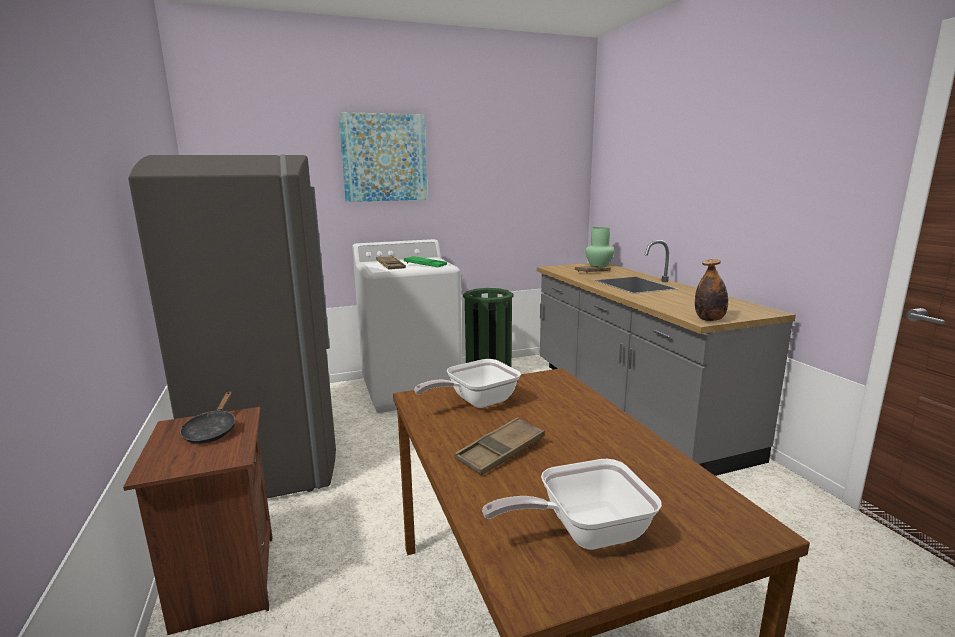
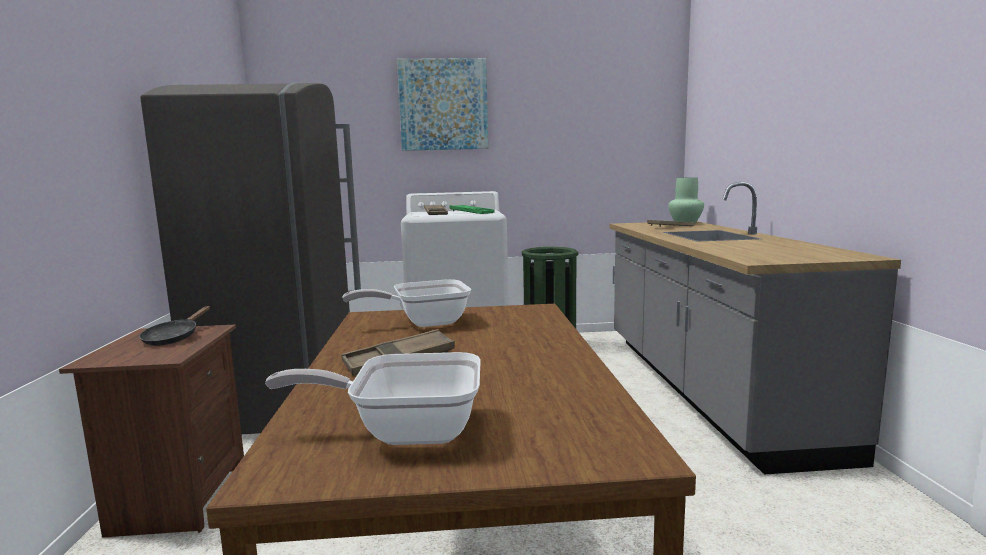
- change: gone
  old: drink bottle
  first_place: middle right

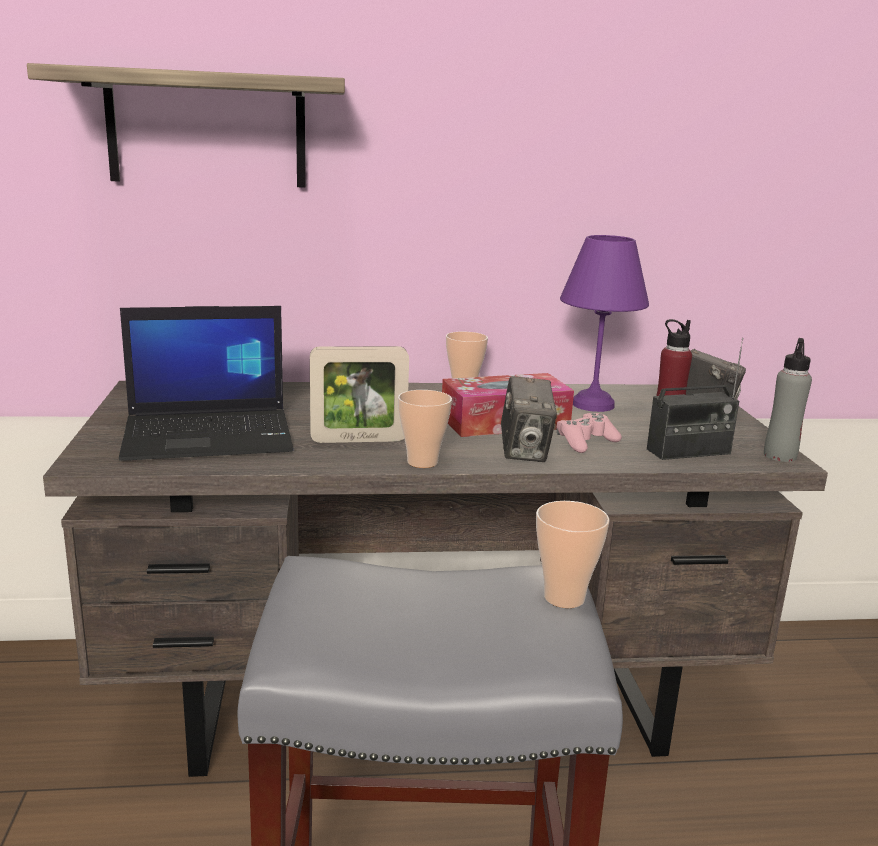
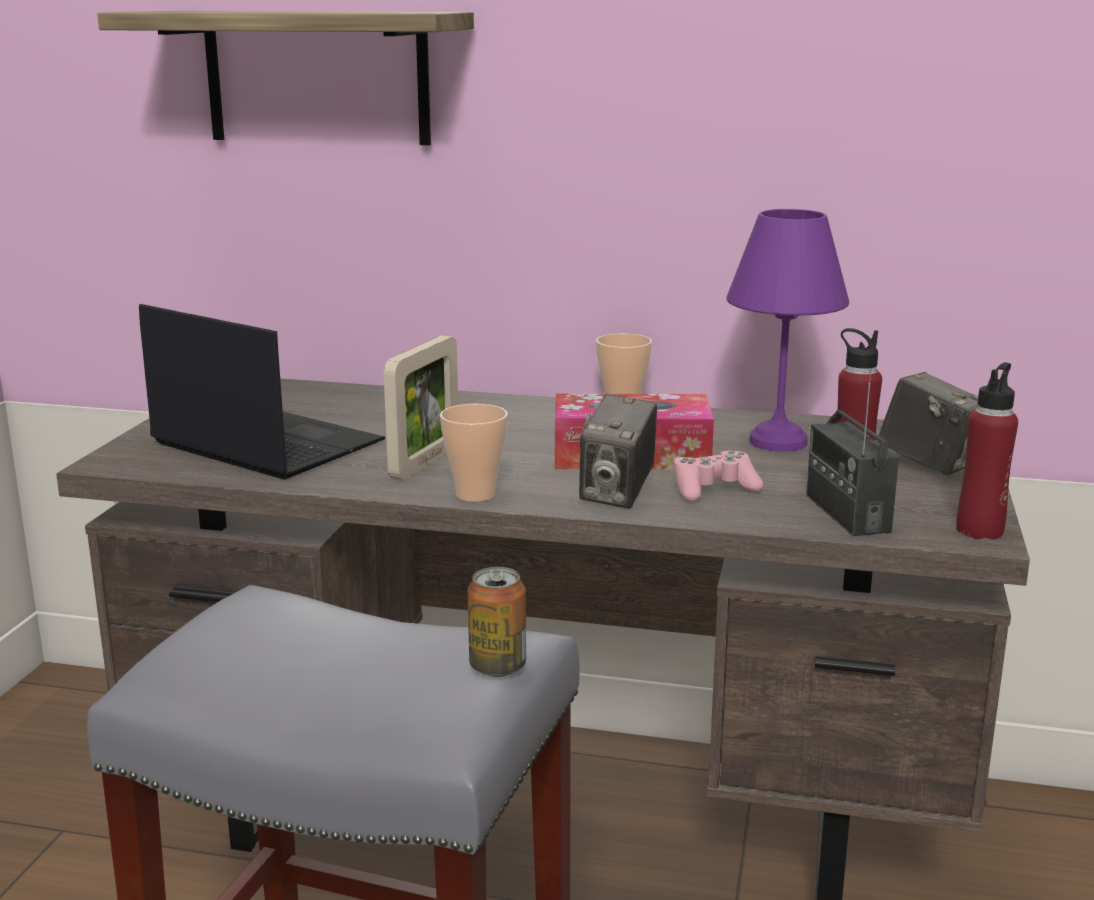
- change: rotated
  old: laptop
  first_place: middle left
  second_place: middle left
  degrees: -150
- change: rotated
  old: photo frame
  first_place: centre
  second_place: centre
  degrees: -75
- change: swapped
  old: drinking cup (no. 3 from left)
  new: sealed can
  first_place: centre
  second_place: bottom centre
- change: rotated
  old: radio set
  first_place: middle right
  second_place: middle right
  degrees: 75
- change: repainted
  old: gray drink bottle
  new: red-coloured drink bottle (no. 2 from left)
  first_place: middle right
  second_place: middle right

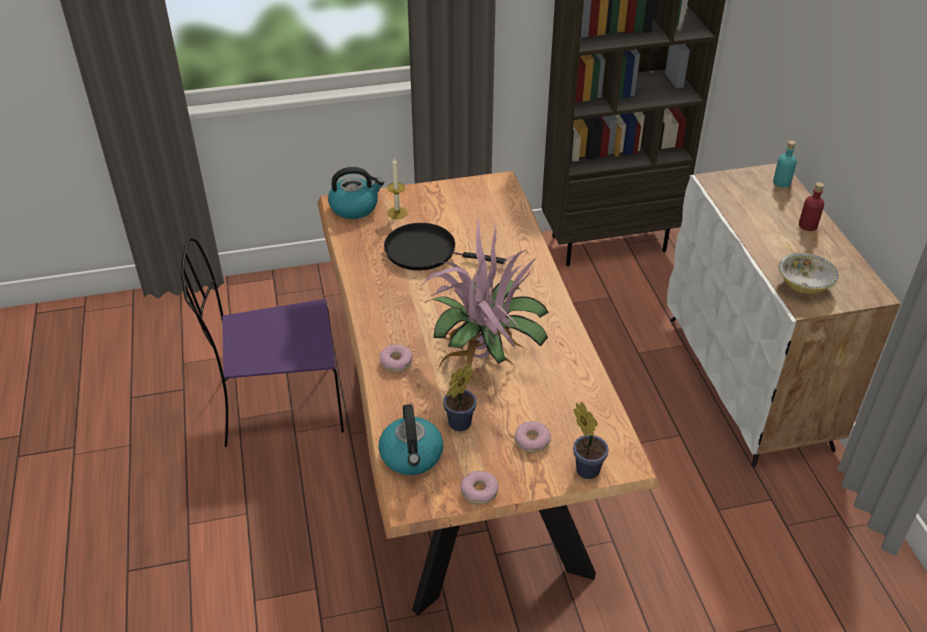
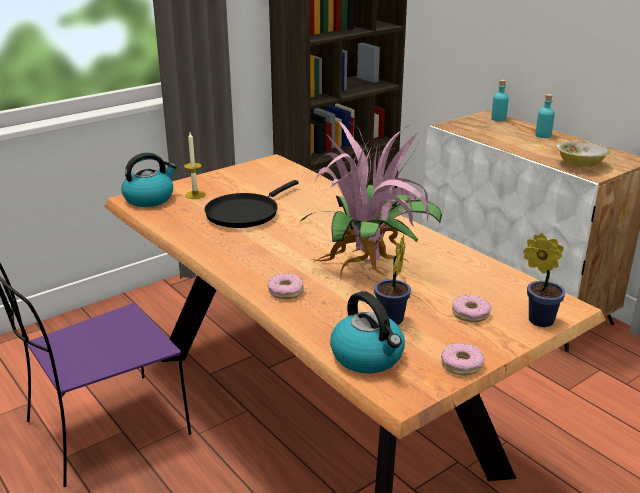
- change: rotated
  old: blackish skillet
  first_place: centre
  second_place: centre
  degrees: -45
- change: repainted
  old: red-coloured drink bottle
  new: turquoise-coloured drink bottle (no. 2 from left)
  first_place: top right
  second_place: top right

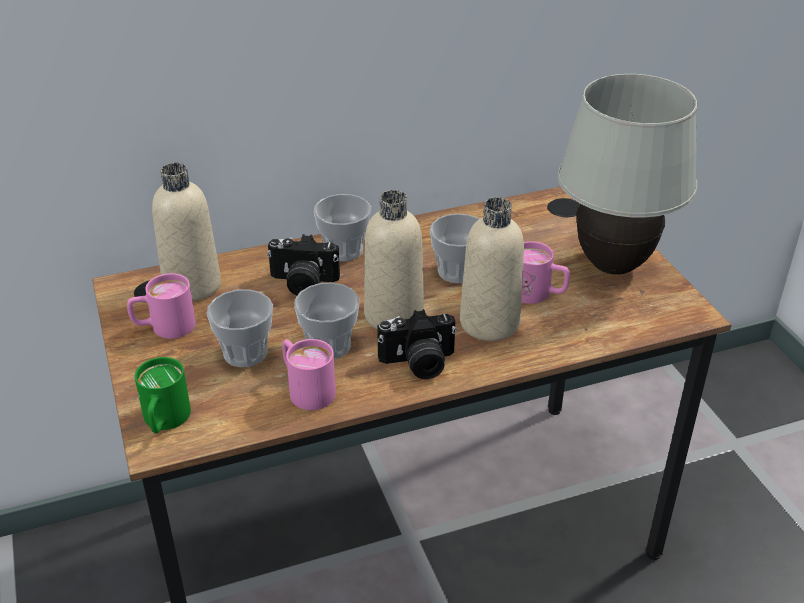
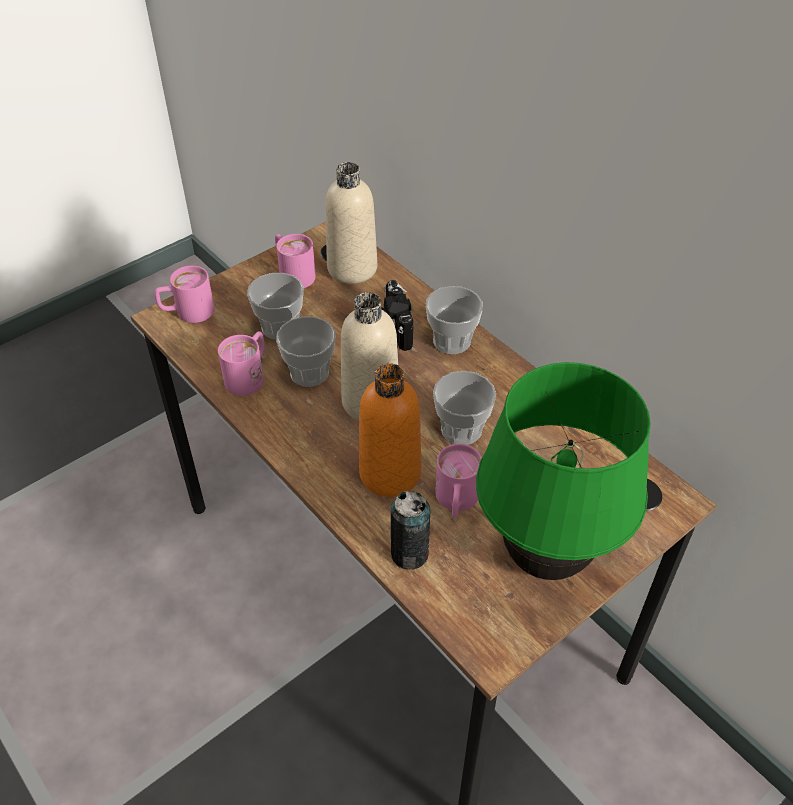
- change: repainted
  old: greenish coffee mug
  new: pink-coloured coffee mug (no. 1 from left)
  first_place: middle left
  second_place: middle left
- change: repainted
  old: sand-coloured drink bottle (no. 3 from left)
  new: orange-coloured drink bottle
  first_place: centre
  second_place: centre
- change: new
  new: sealed can
  second_place: centre
- change: repainted
  old: white-coloured tabletop lamp
  new: greenish tabletop lamp
  first_place: top right
  second_place: middle right
- change: gone
  old: photo camera (no. 2 from left)
  first_place: centre

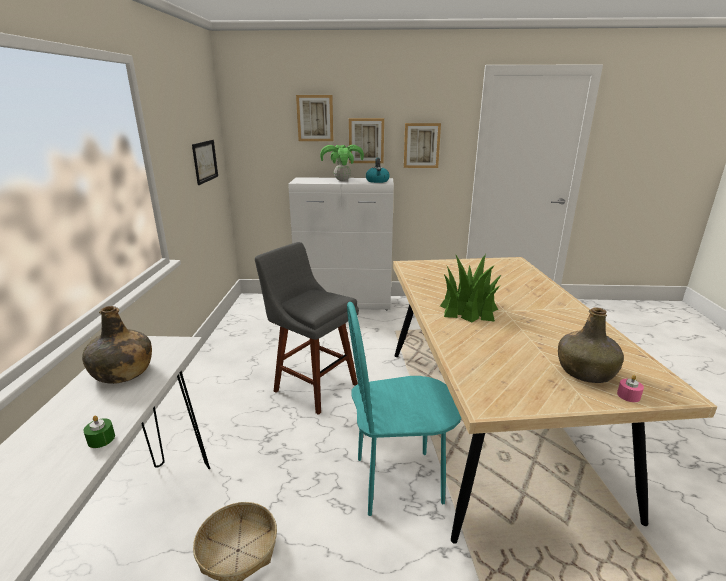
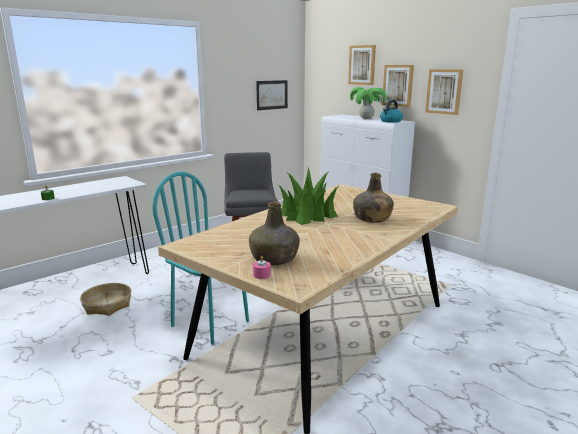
- change: shifted
  old: greenish drink bottle (no. 1 from left in the first image)
  new: greenish drink bottle (no. 2 from left)
  first_place: middle left
  second_place: centre

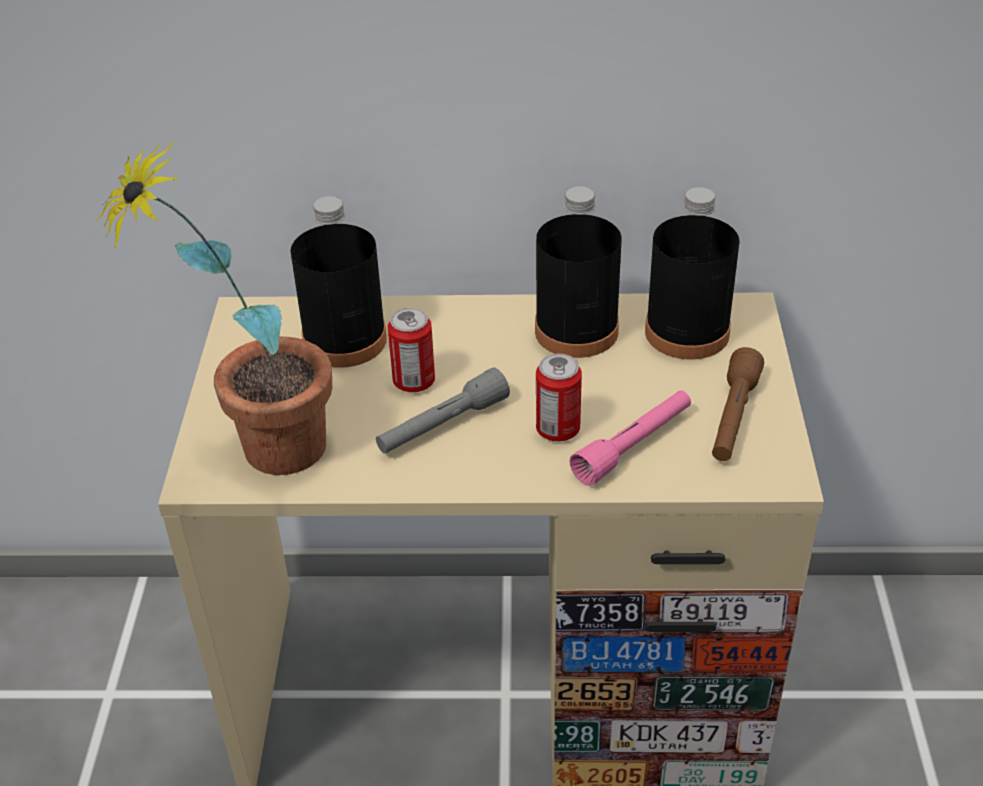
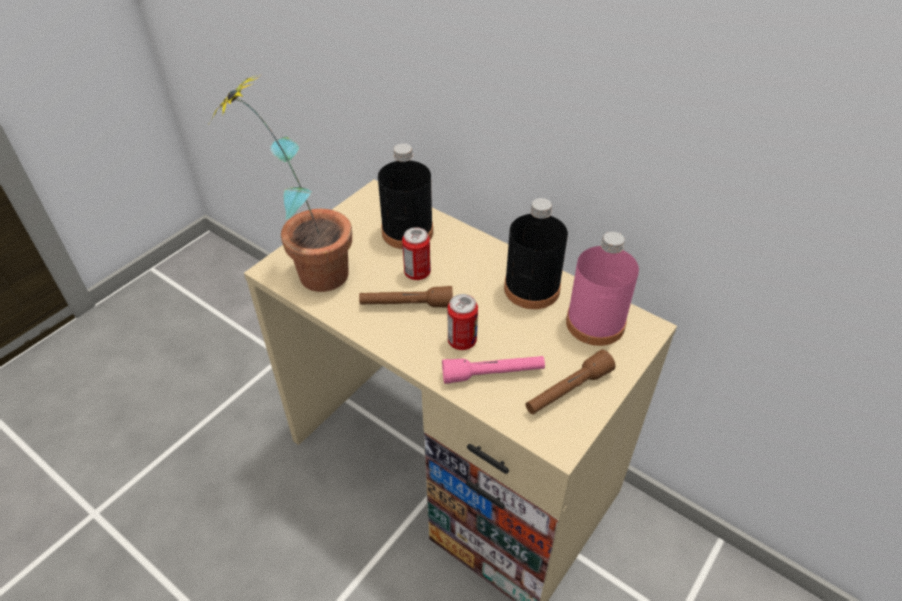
- change: repainted
  old: gray flashlight
  new: brown-coloured flashlight (no. 1 from left)
  first_place: centre
  second_place: centre
- change: repainted
  old: blackish drink bottle (no. 3 from left)
  new: pink-coloured drink bottle
  first_place: middle right
  second_place: middle right

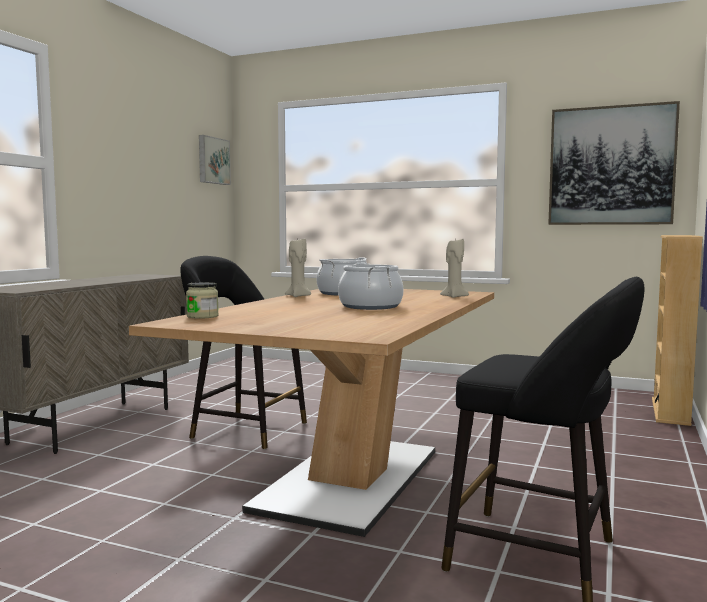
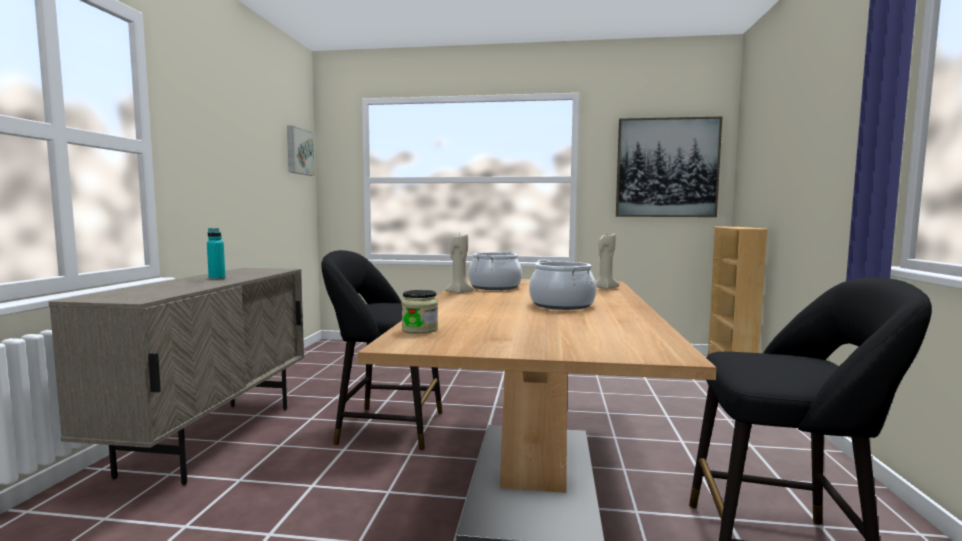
- change: new
  new: turquoise-coloured drink bottle
  second_place: middle left

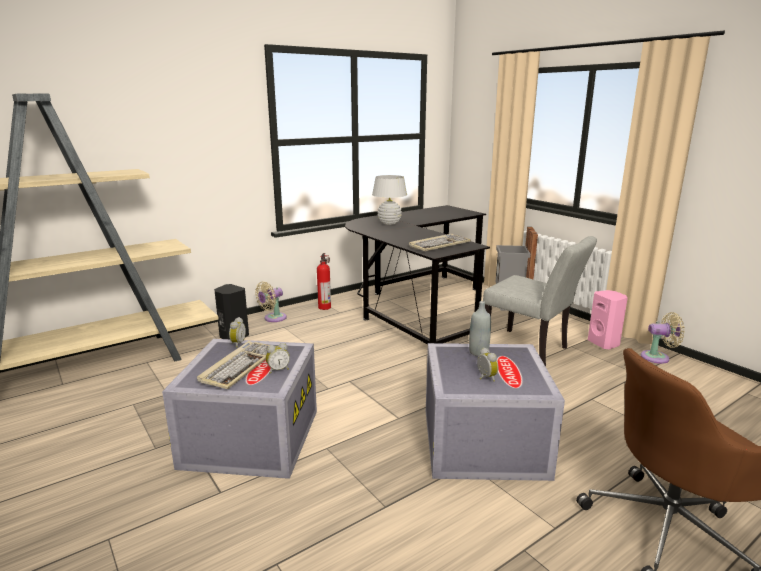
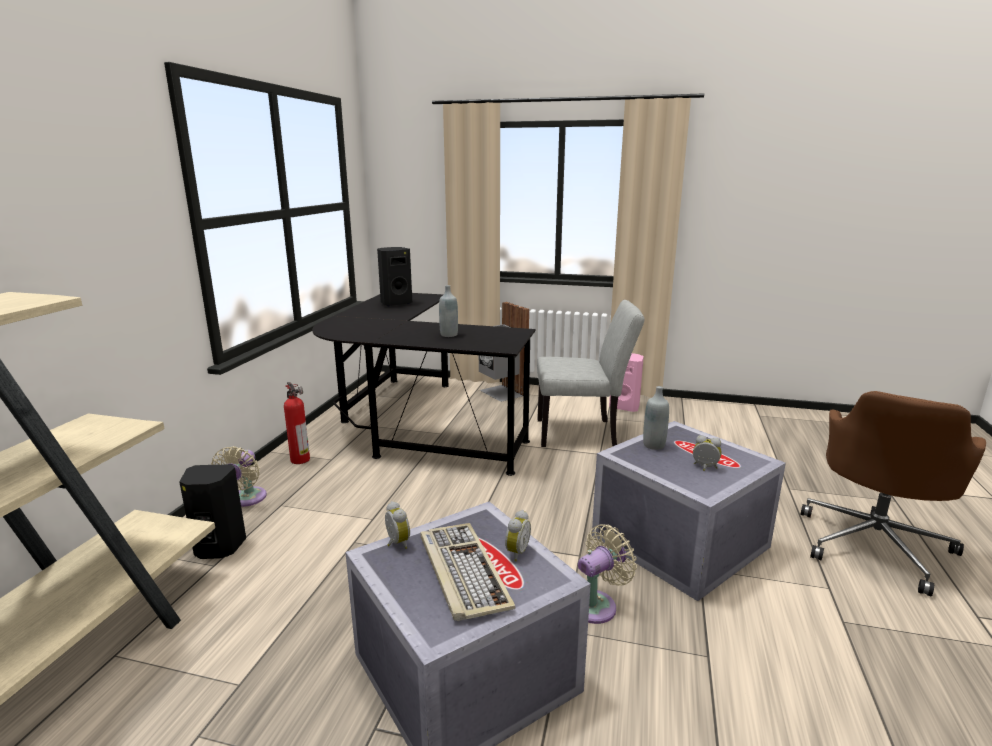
- change: new
  new: blackish speaker (no. 2 from left)
  second_place: centre
- change: new
  new: gray drink bottle (no. 1 from left)
  second_place: centre
- change: shifted
  old: sand-coloured fan (no. 2 from left)
  first_place: middle right
  second_place: bottom centre
- change: gone
  old: white-coloured tabletop lamp
  first_place: centre
- change: gone
  old: PC keyboard (no. 2 from left)
  first_place: centre

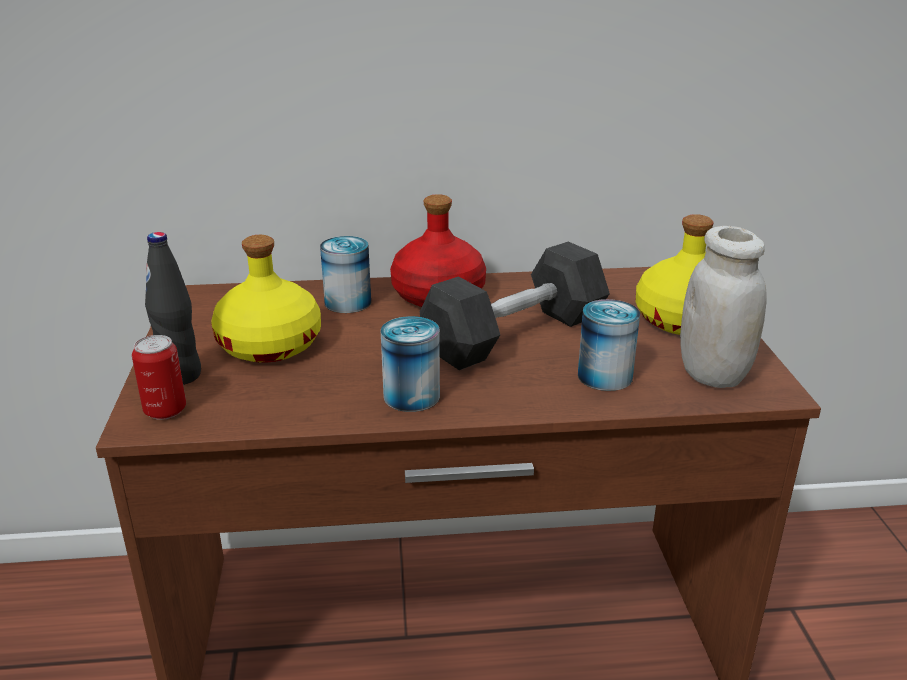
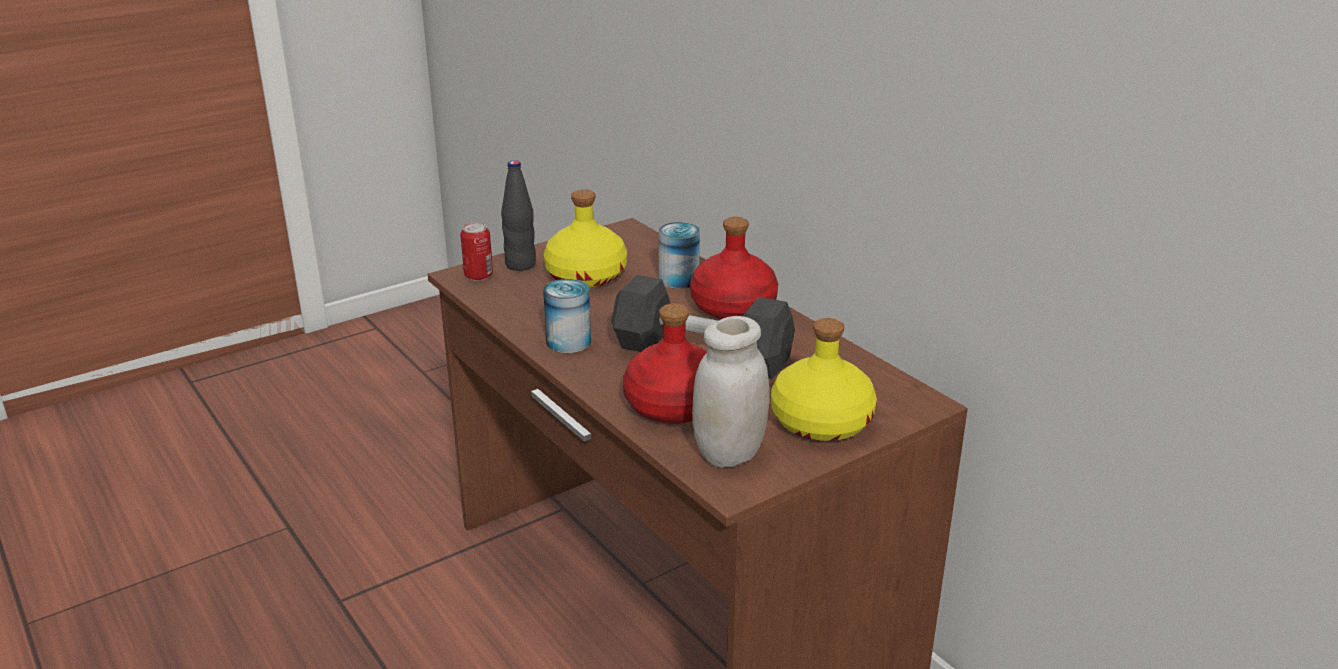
- change: swapped
  old: sealed can (no. 4 from left)
  new: red-coloured drink bottle (no. 1 from left)
  first_place: middle right
  second_place: centre

